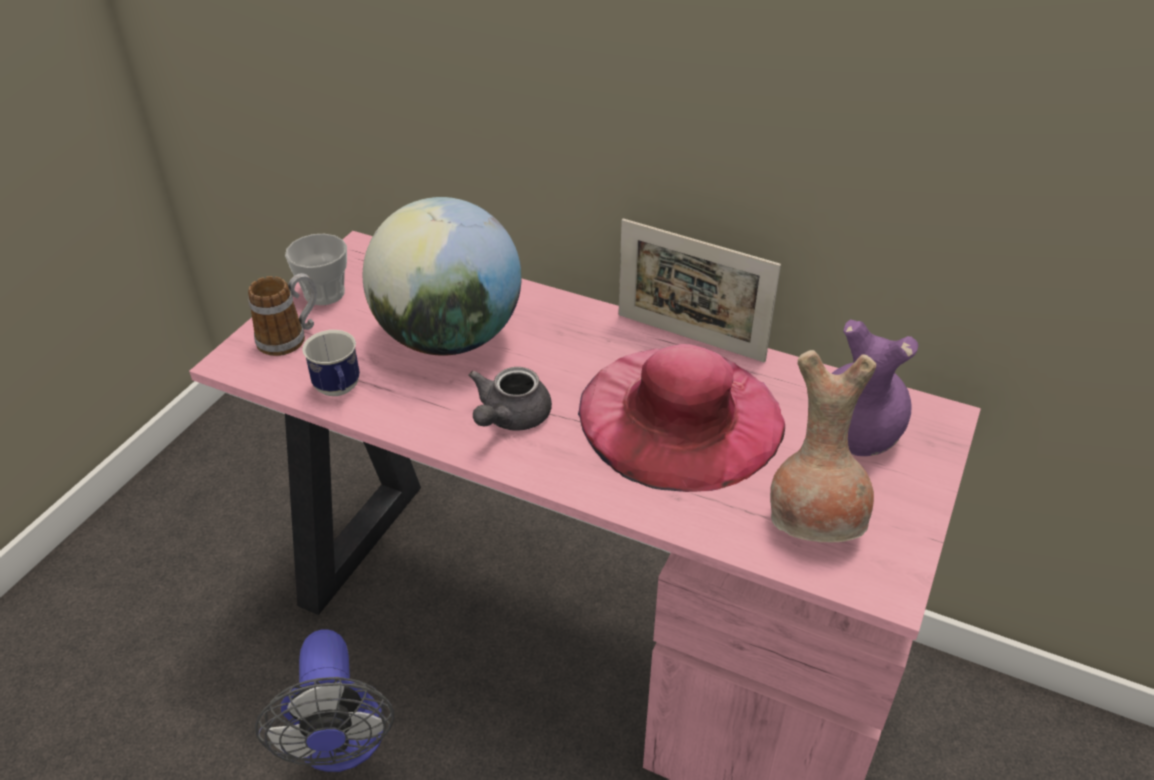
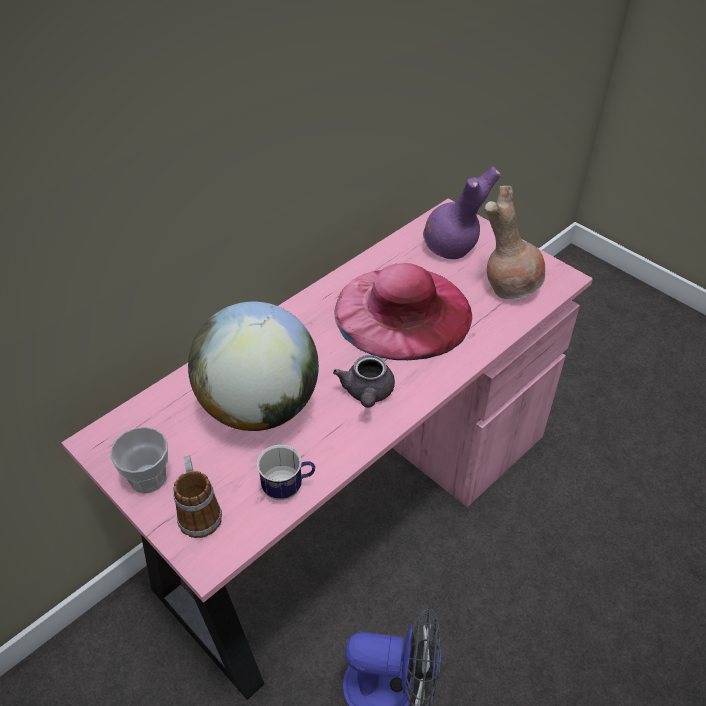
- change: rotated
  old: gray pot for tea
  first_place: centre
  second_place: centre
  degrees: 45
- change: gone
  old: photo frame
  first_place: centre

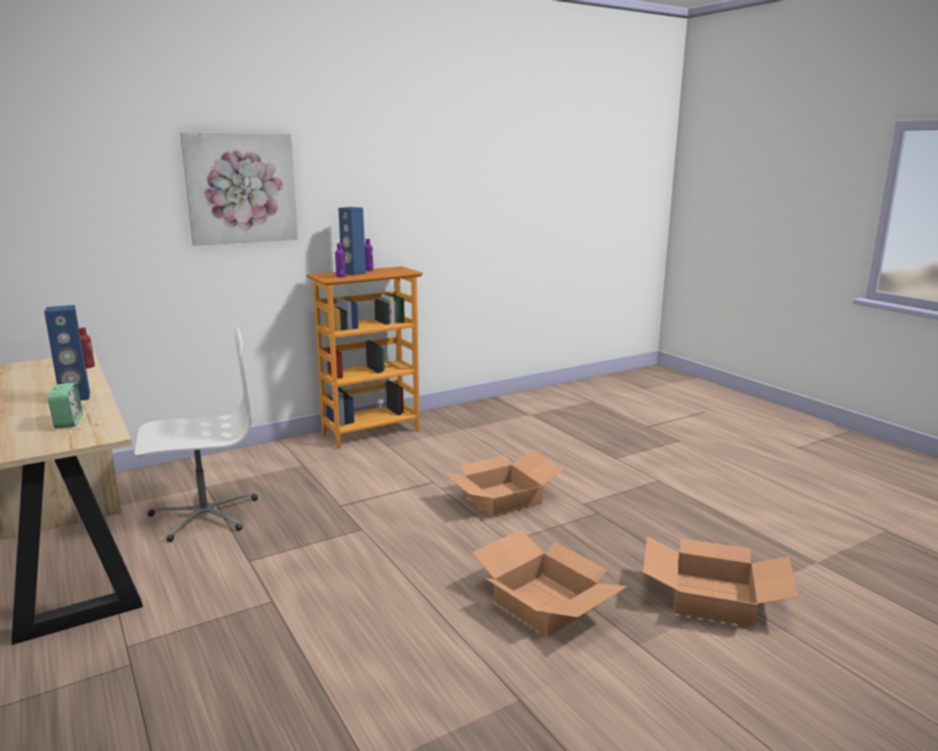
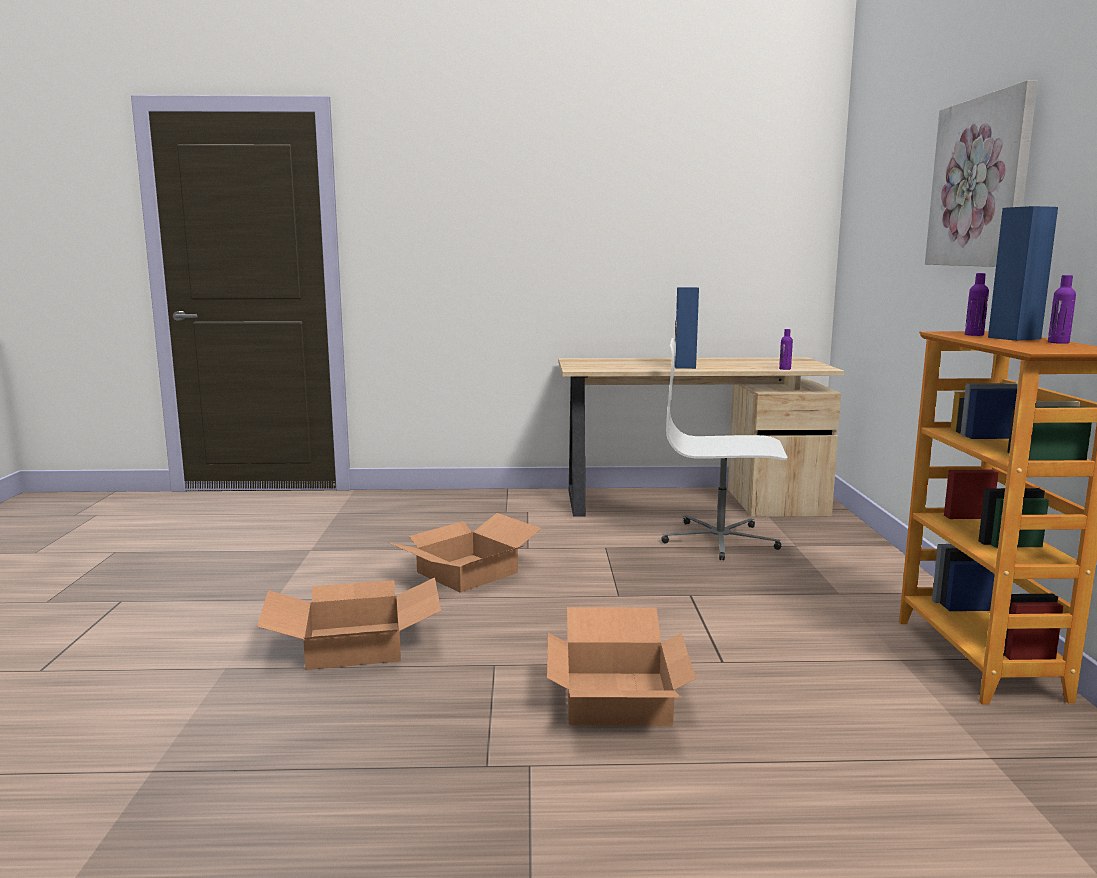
- change: shifted
  old: cardboard box (no. 3 from left in the first image)
  new: cardboard box (no. 2 from left)
  first_place: bottom right
  second_place: centre
- change: rotated
  old: white-coloured computer chair
  first_place: middle left
  second_place: centre
  degrees: 90
- change: repainted
  old: red-coloured drink bottle
  new: purplish drink bottle (no. 1 from left)
  first_place: middle left
  second_place: middle right
- change: gone
  old: table clock
  first_place: middle left

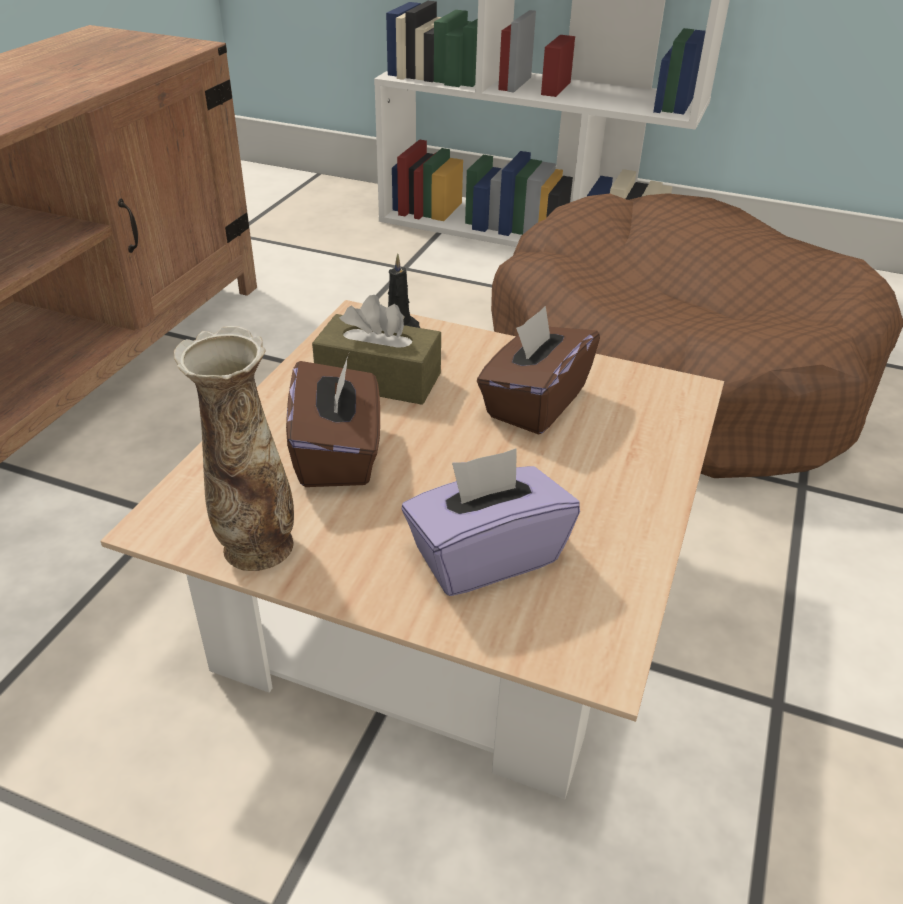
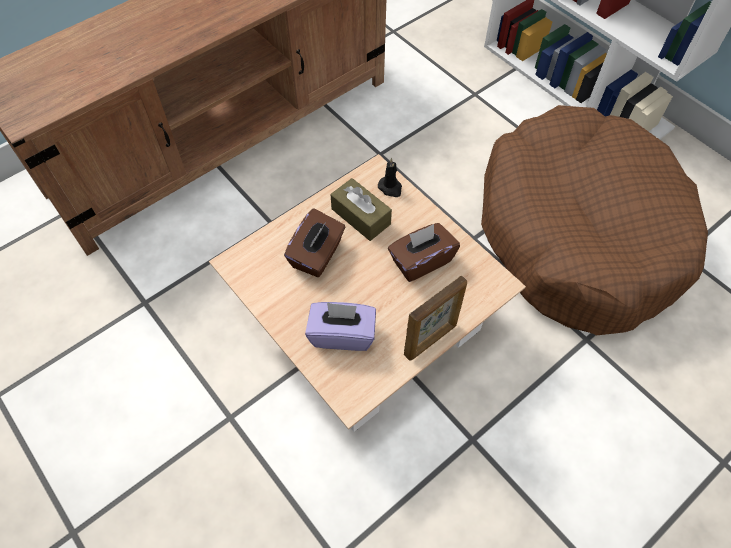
- change: new
  new: photo frame
  second_place: centre
- change: gone
  old: vase
  first_place: middle left

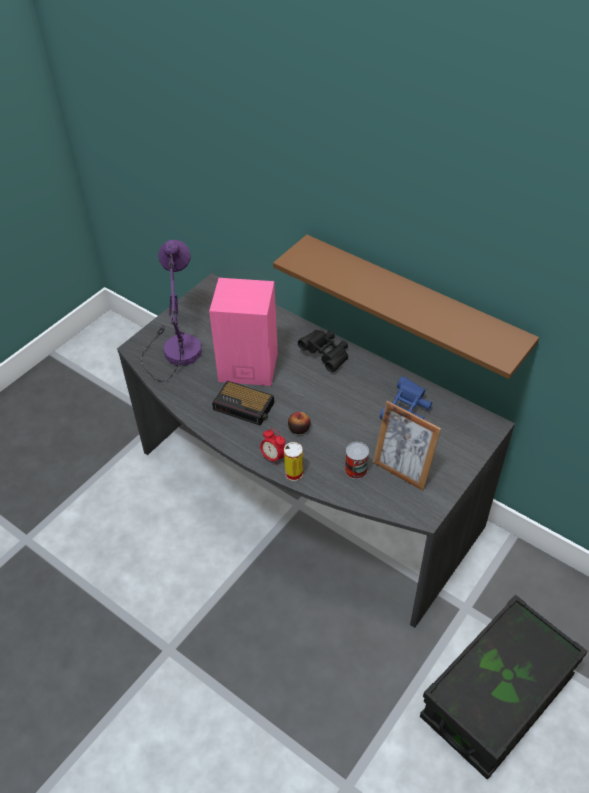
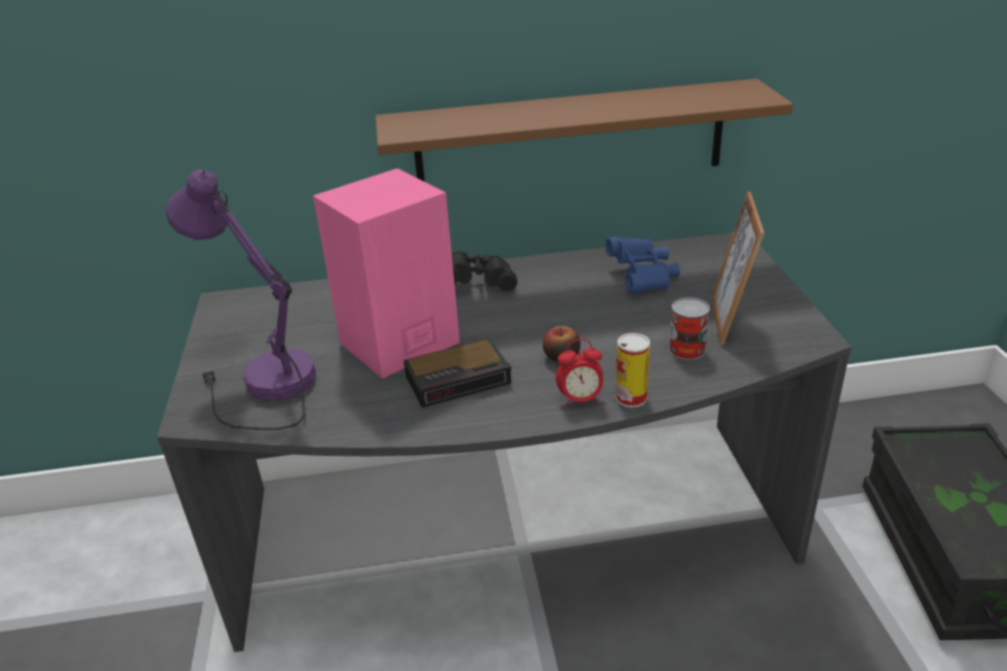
- change: rotated
  old: photo frame
  first_place: middle right
  second_place: middle right
  degrees: 105

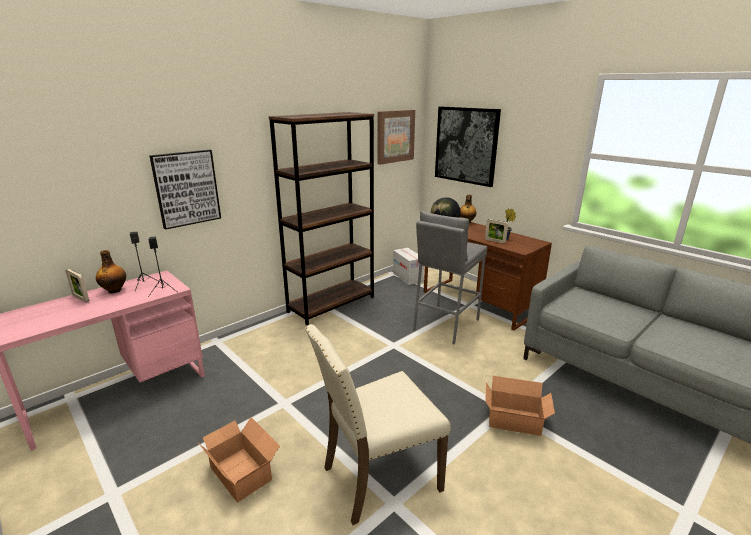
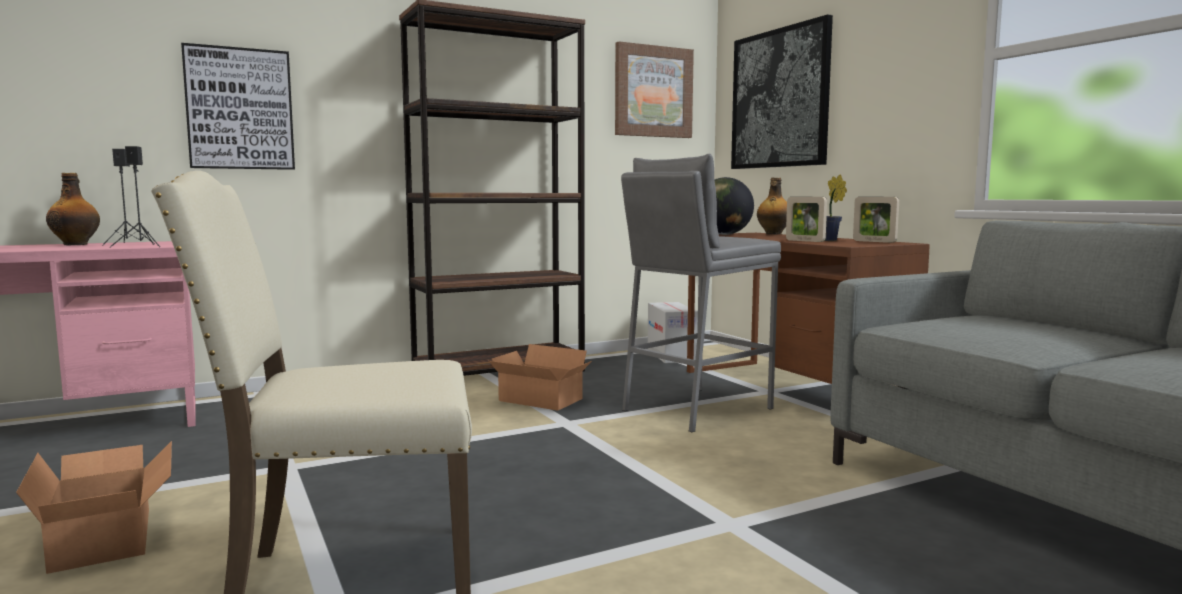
- change: shifted
  old: cardboard box (no. 3 from left in the first image)
  new: cardboard box (no. 2 from left)
  first_place: bottom right
  second_place: centre
- change: shifted
  old: photo frame (no. 1 from left in the first image)
  new: photo frame (no. 2 from left)
  first_place: middle left
  second_place: middle right

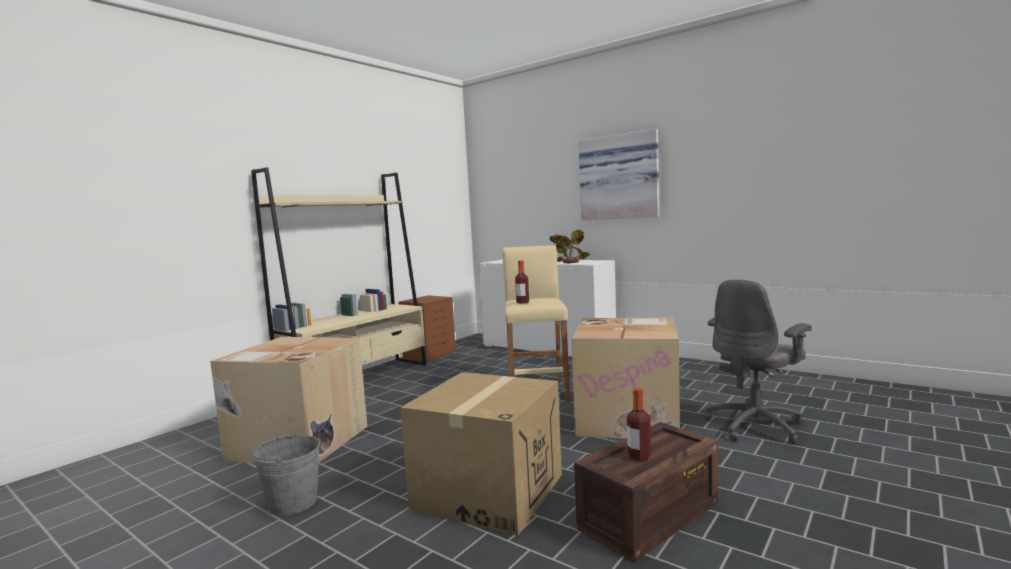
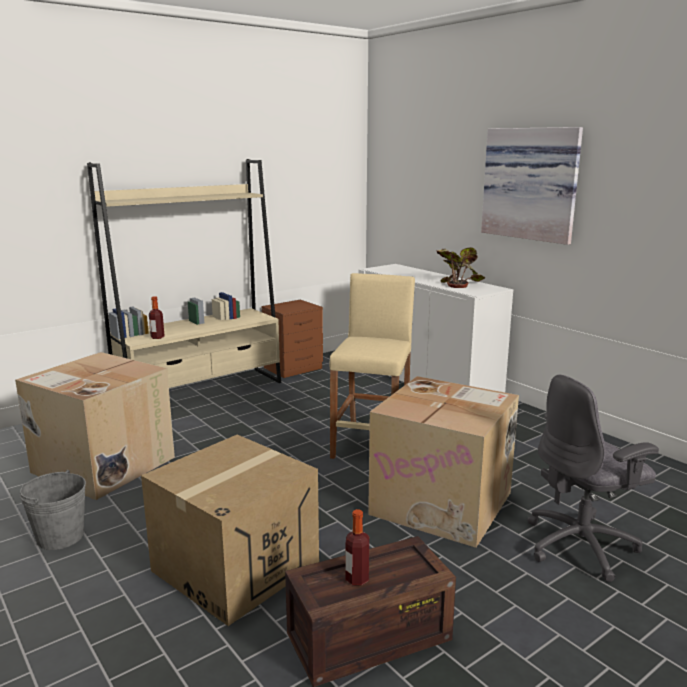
- change: shifted
  old: drink bottle (no. 1 from left)
  first_place: centre
  second_place: middle left

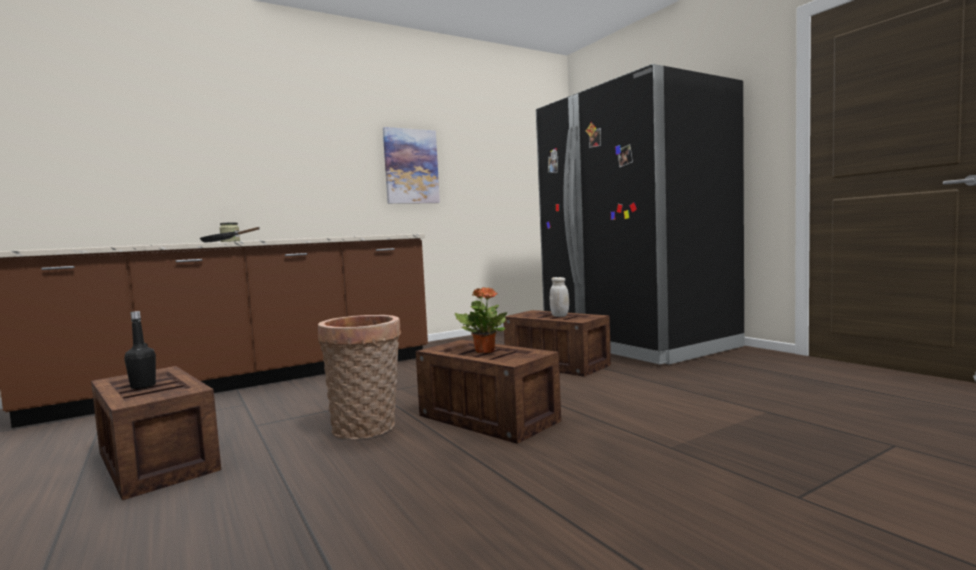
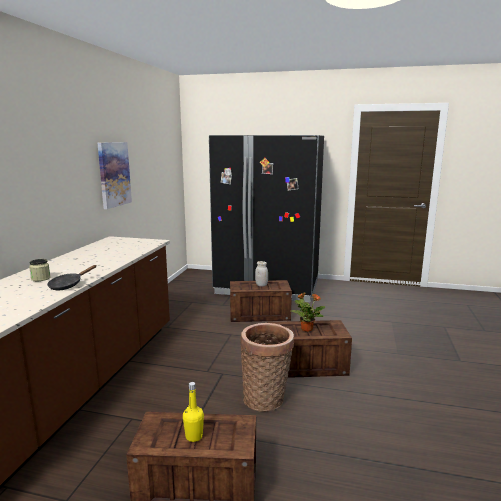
- change: repainted
  old: blackish drink bottle
  new: yellow-coloured drink bottle
  first_place: middle left
  second_place: bottom centre

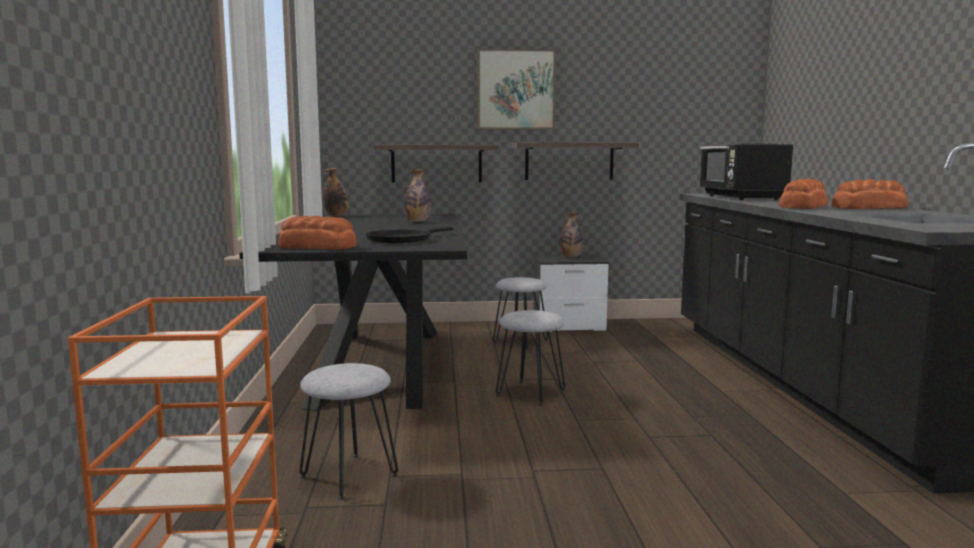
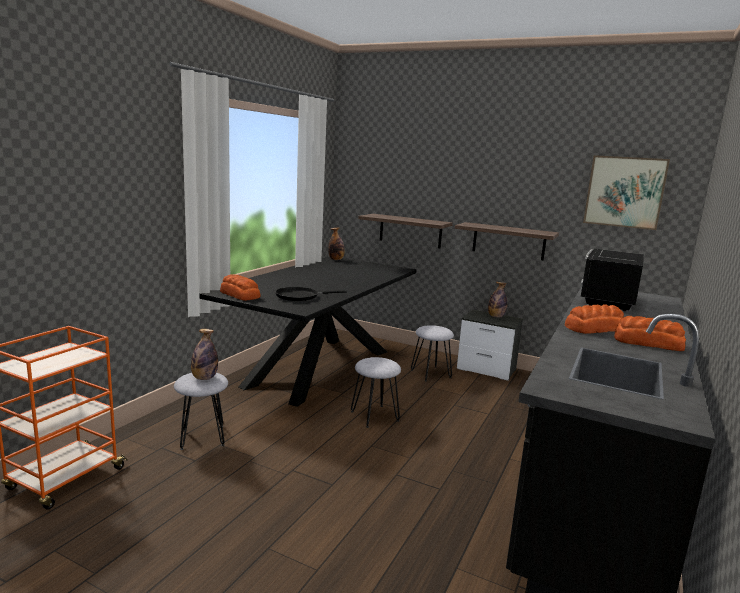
- change: shifted
  old: drink bottle (no. 2 from left in the first image)
  new: drink bottle (no. 1 from left)
  first_place: centre
  second_place: middle left
- change: shifted
  old: wall picture
  first_place: top centre
  second_place: top right

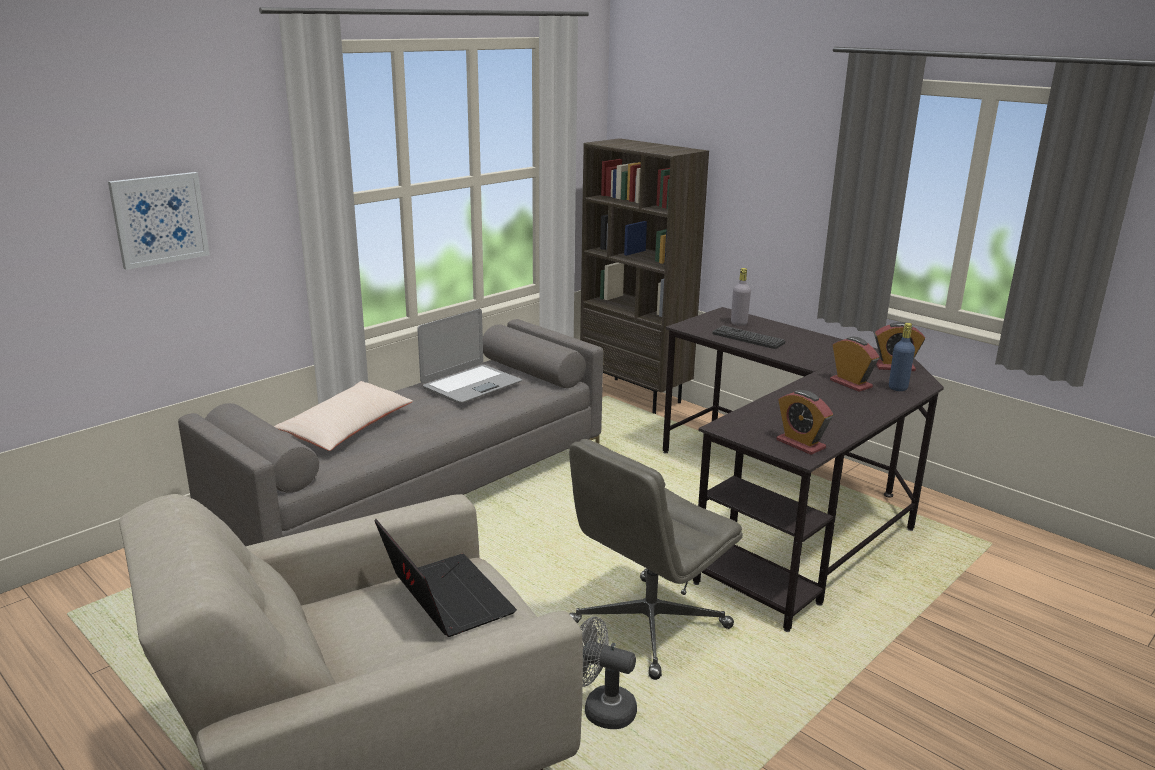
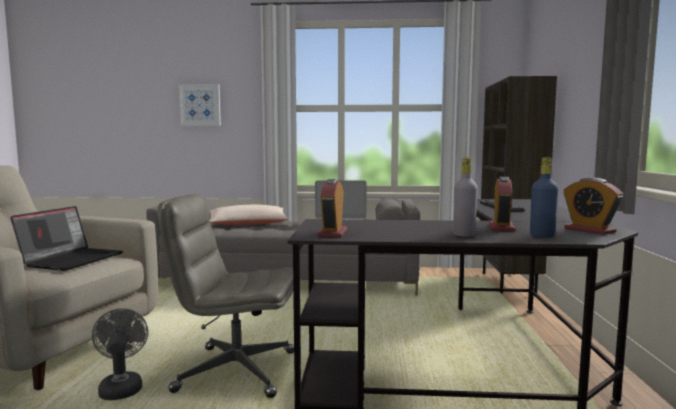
- change: shifted
  old: gray drink bottle
  first_place: centre
  second_place: middle right

